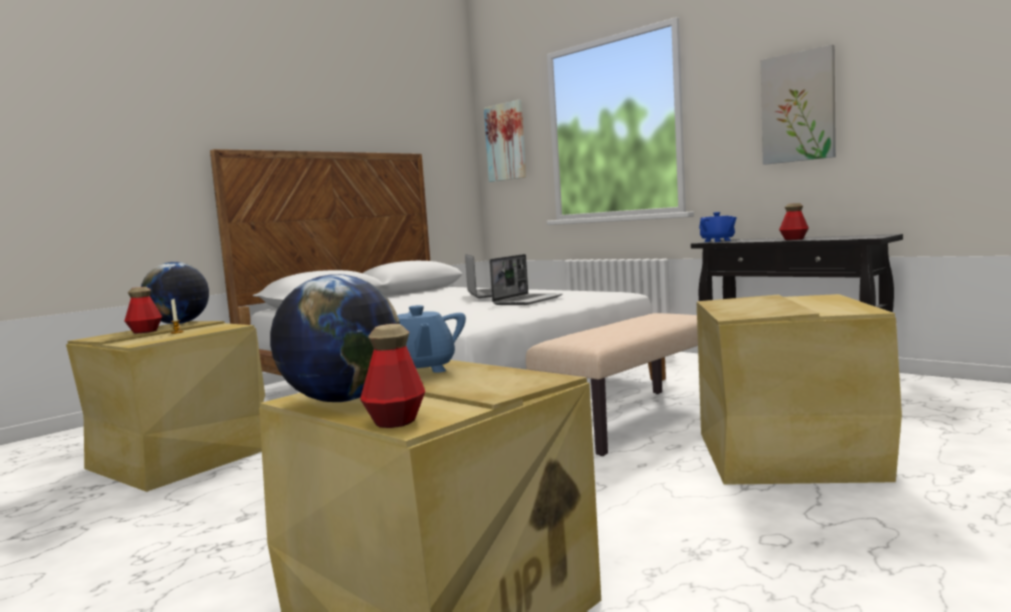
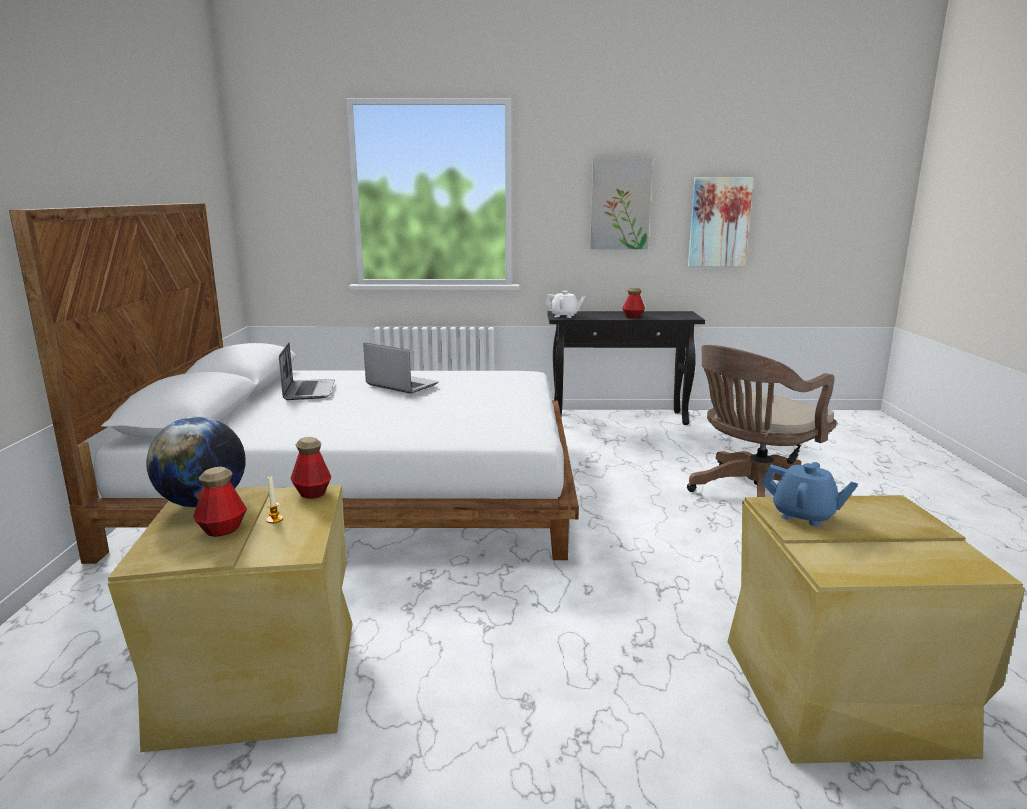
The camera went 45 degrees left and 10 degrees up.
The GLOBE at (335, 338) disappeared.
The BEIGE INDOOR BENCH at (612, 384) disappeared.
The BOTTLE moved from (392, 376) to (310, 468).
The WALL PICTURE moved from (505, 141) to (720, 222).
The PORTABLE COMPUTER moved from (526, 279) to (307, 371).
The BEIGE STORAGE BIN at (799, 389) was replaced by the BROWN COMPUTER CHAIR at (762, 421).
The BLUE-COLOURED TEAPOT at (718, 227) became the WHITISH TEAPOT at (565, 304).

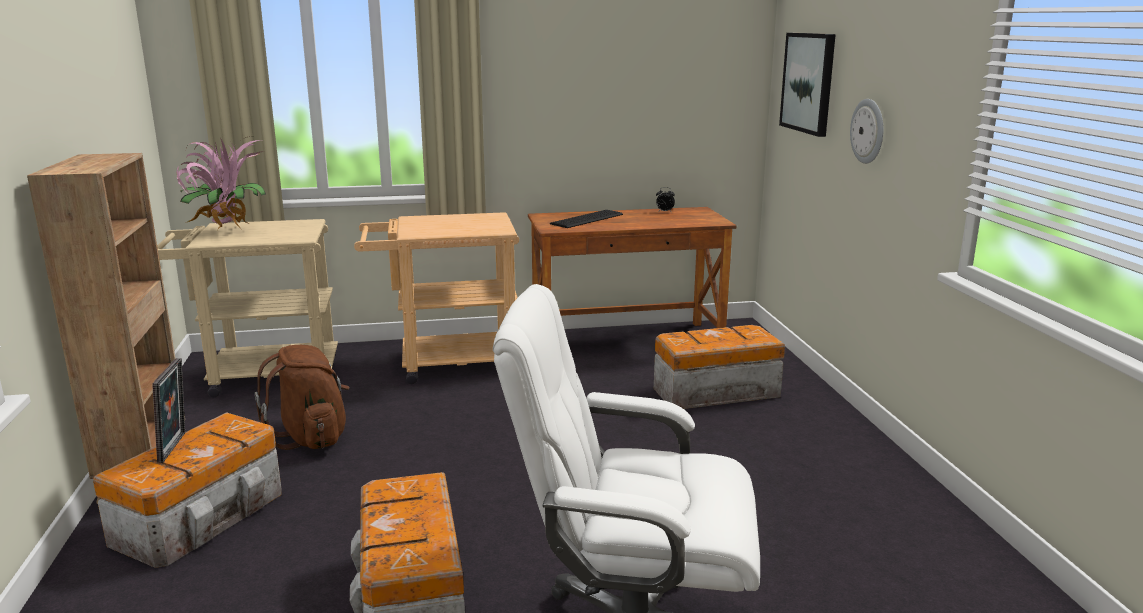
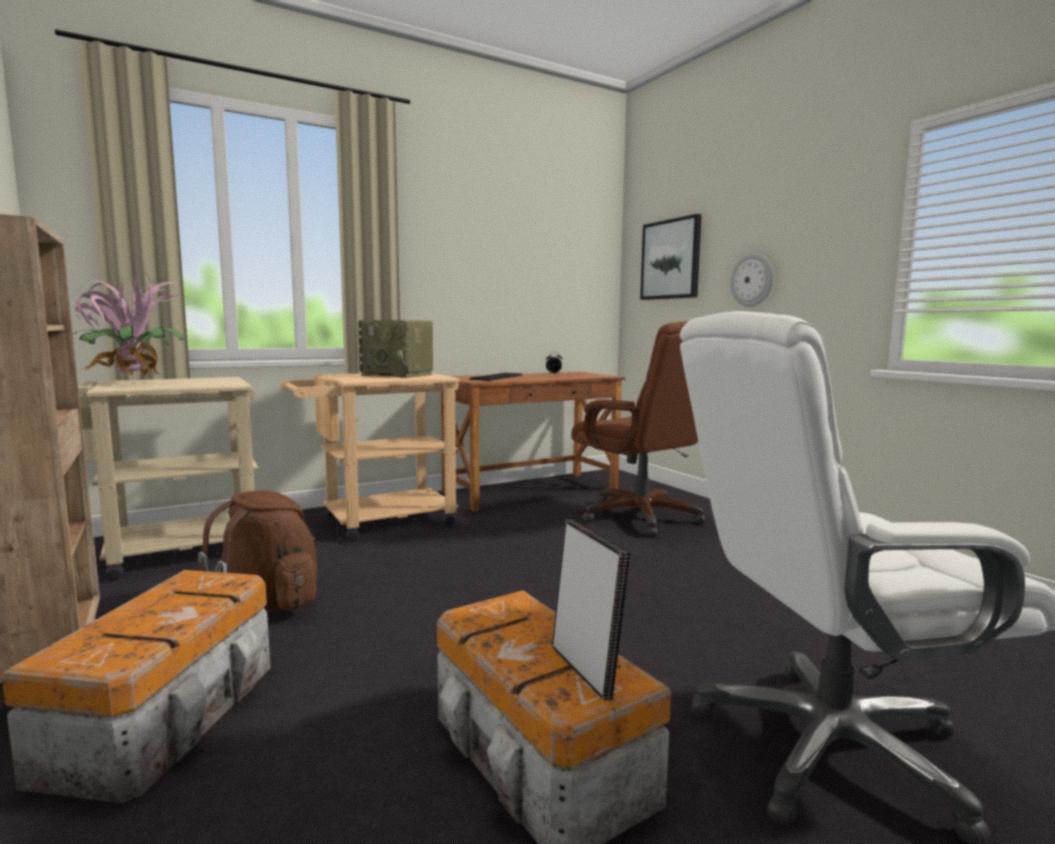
The camera went 20 degrees left and 10 degrees down.
The RADIO RECEIVER at (395, 349) appeared.
The STANDING FRAME moved from (168, 410) to (591, 610).
The STORAGE BIN at (719, 367) was replaced by the BROWN COMPUTER CHAIR at (638, 428).

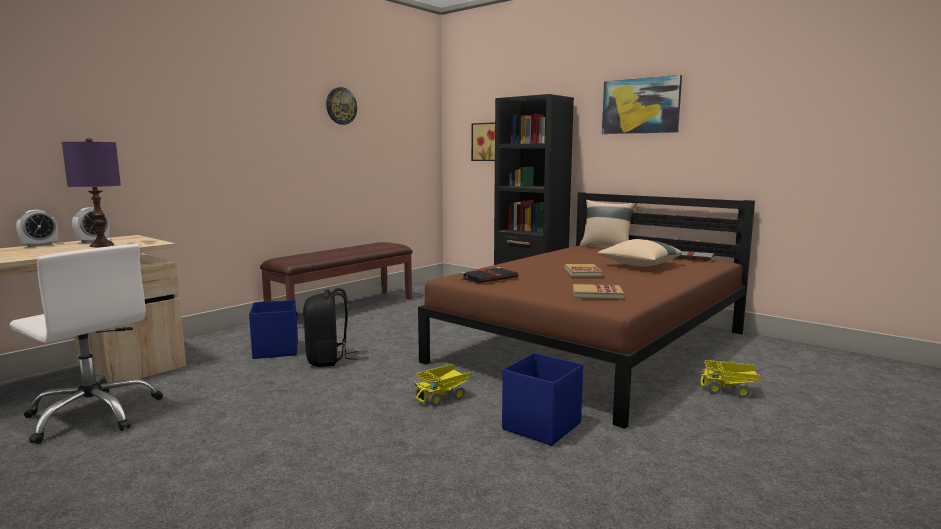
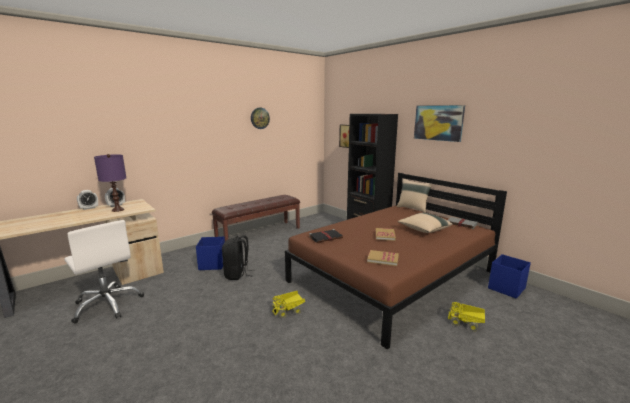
The camera went 10 degrees right and 5 degrees up.
The BLUE-COLOURED STORAGE BIN moved from (542, 399) to (509, 276).

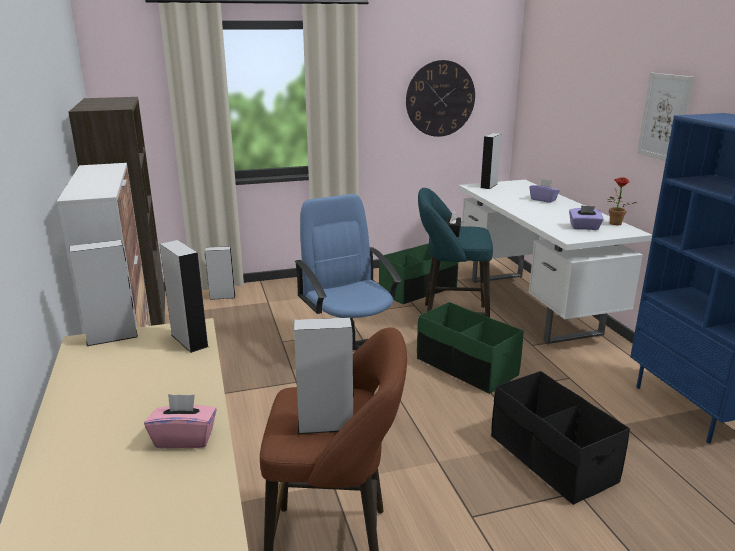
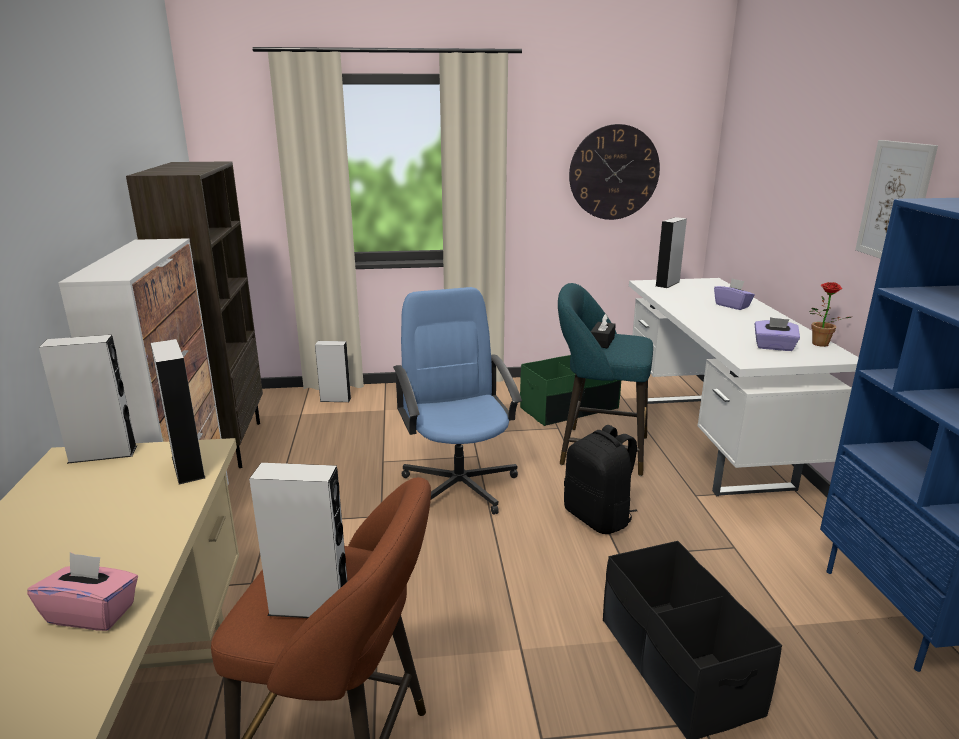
The camera went 10 degrees right and 0 degrees up.
The GREEN STORAGE BIN at (470, 348) was replaced by the BLACK-COLOURED RUCKSACK at (600, 479).

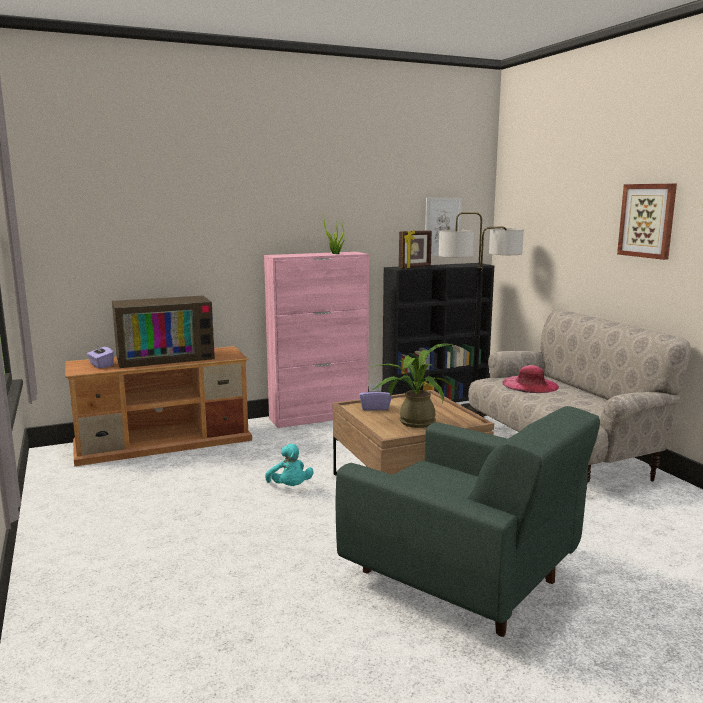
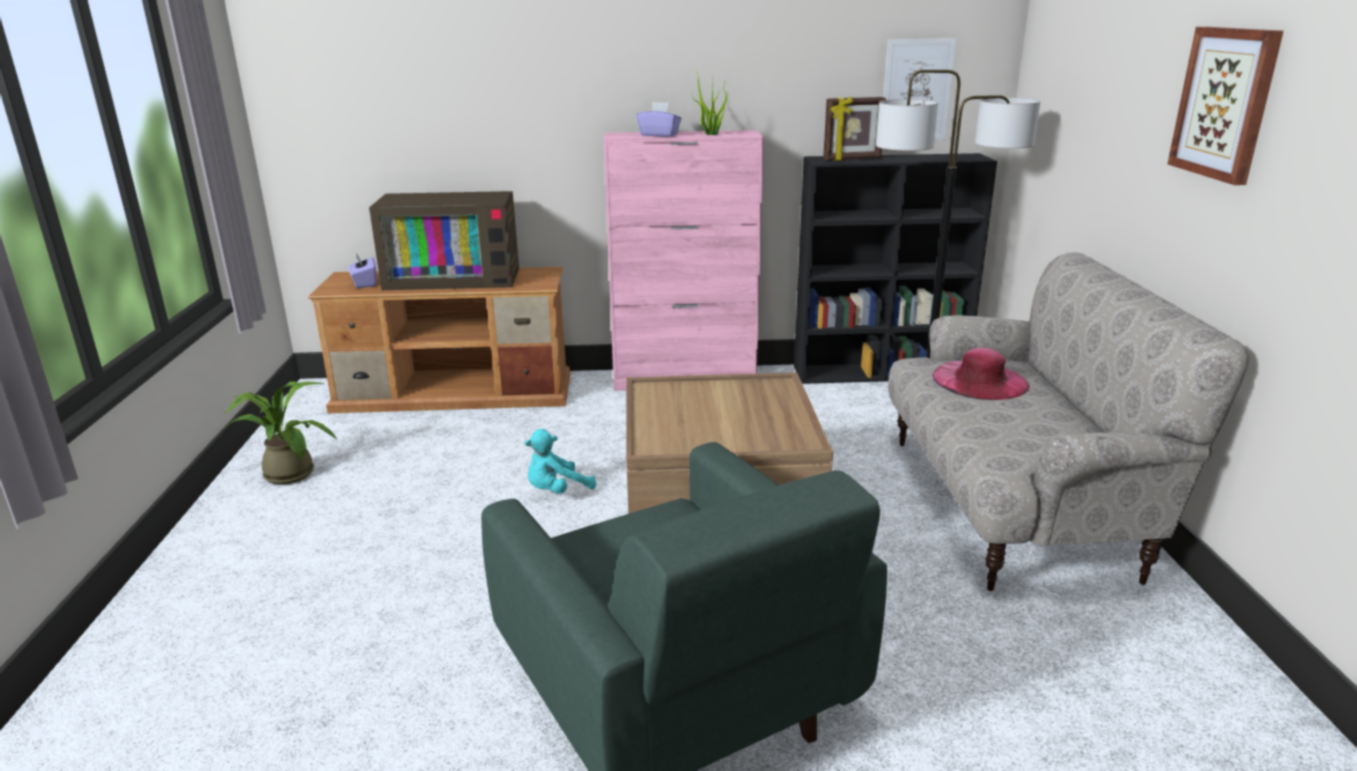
The camera went 20 degrees right and 10 degrees up.
The PURPLE-COLOURED TISSUE BOX moved from (375, 396) to (659, 119).
The POTTED PLANT moved from (414, 385) to (280, 433).
The TURQUOISE-COLOURED SOFT TOY at (289, 465) turned 60 degrees clockwise.

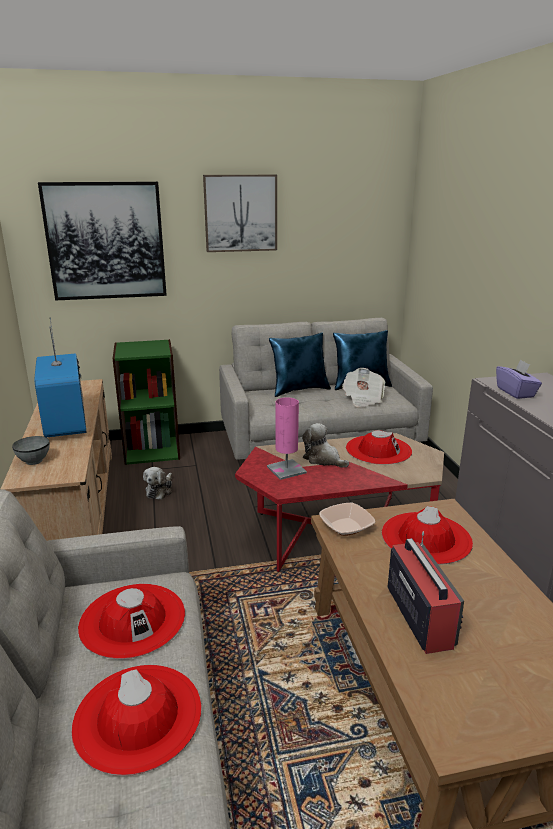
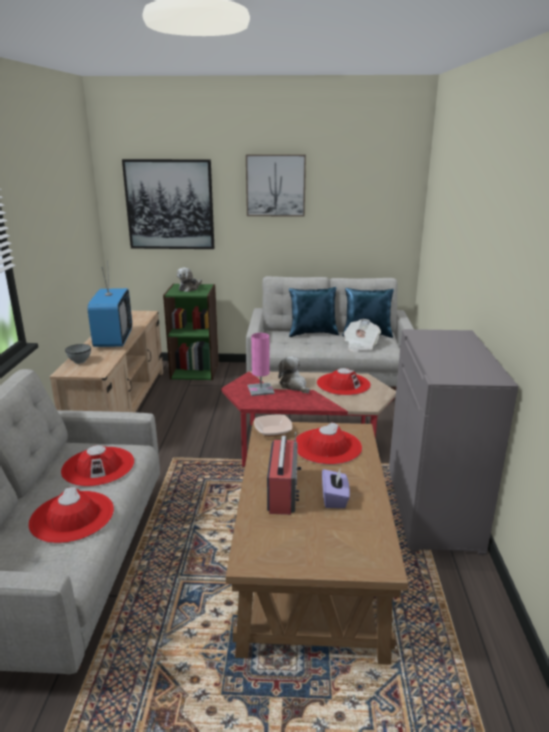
The camera went 15 degrees right and 0 degrees up.
The SOFT TOY moved from (157, 483) to (189, 279).
The PURPLE-COLOURED TISSUE BOX moved from (519, 379) to (336, 488).

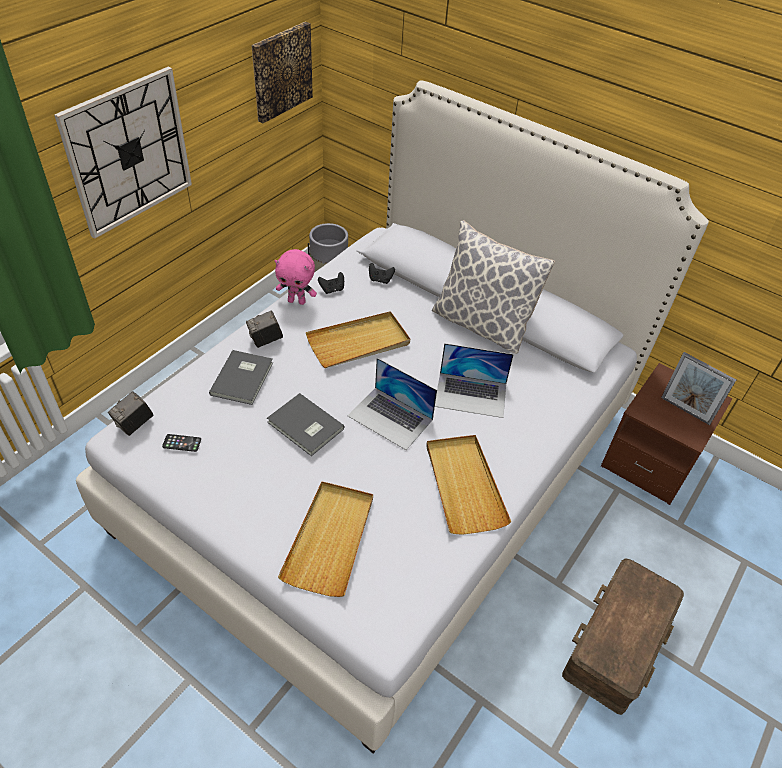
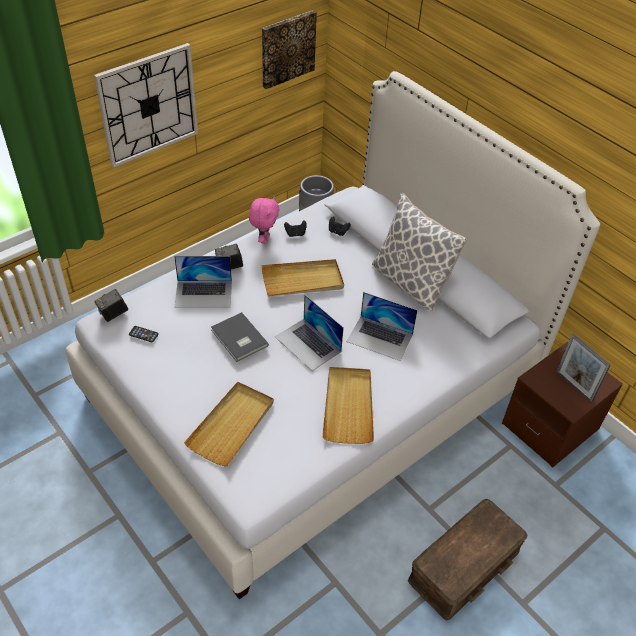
The camera went 15 degrees right and 0 degrees up.
The GRAY BOOK at (241, 377) was replaced by the PORTABLE COMPUTER at (203, 282).
The PINKISH SOFT TOY at (296, 277) turned 105 degrees counterclockwise.

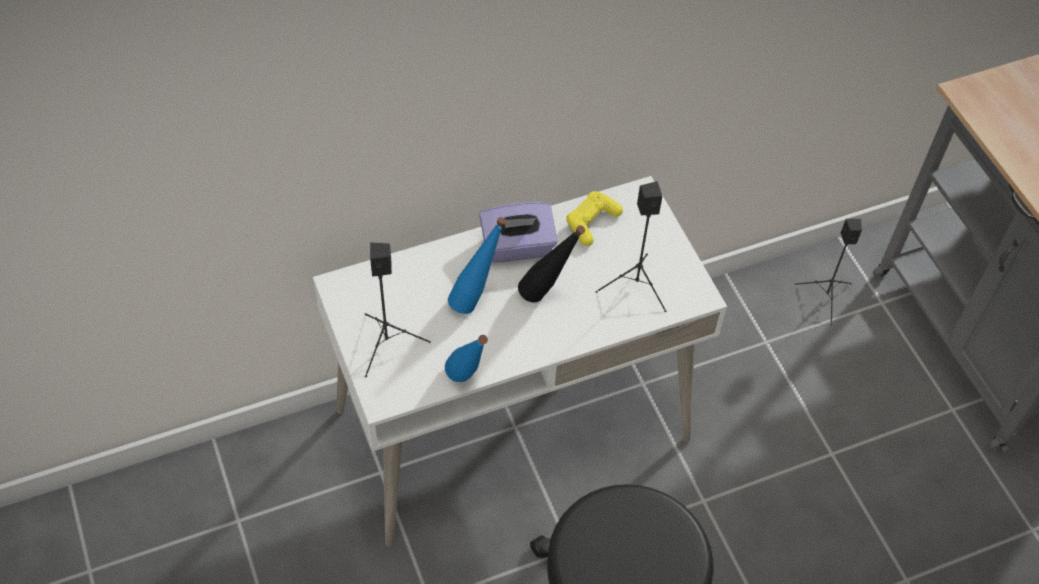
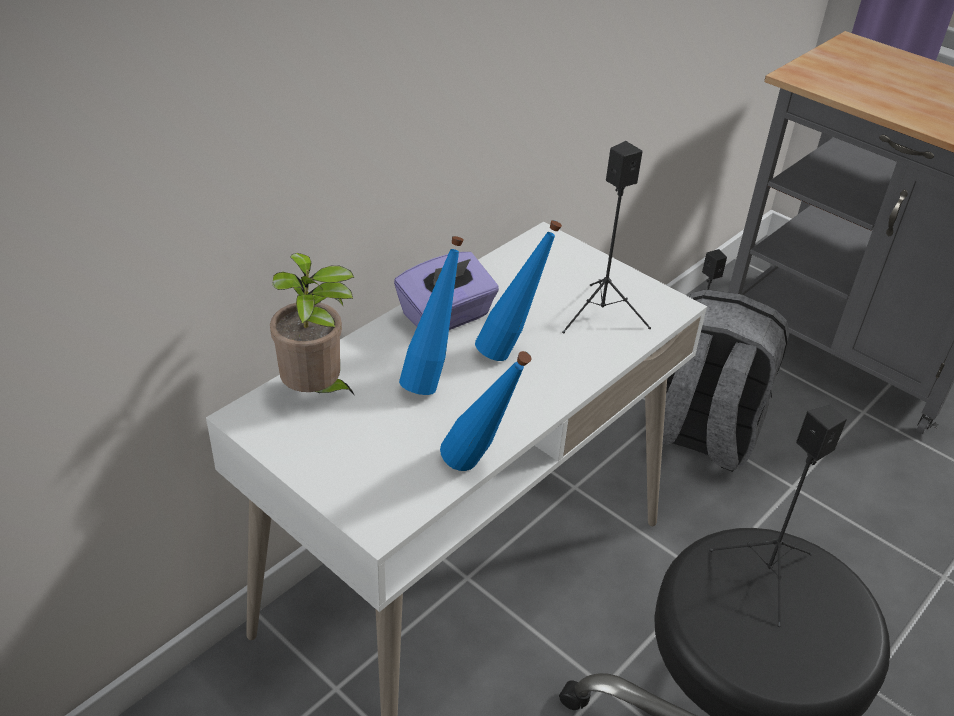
The camera went 25 degrees left and 15 degrees down.
The YELLOW-COLOURED GAMEPAD at (594, 218) disappeared.
The POTTED PLANT at (313, 325) appeared.
The GRAY RUCKSACK at (726, 380) appeared.
The BLACK-COLOURED LOUDSPEAKER moved from (398, 309) to (778, 516).
The BLACK-COLOURED BOTTLE at (551, 264) became the BLUE-COLOURED BOTTLE at (518, 290).

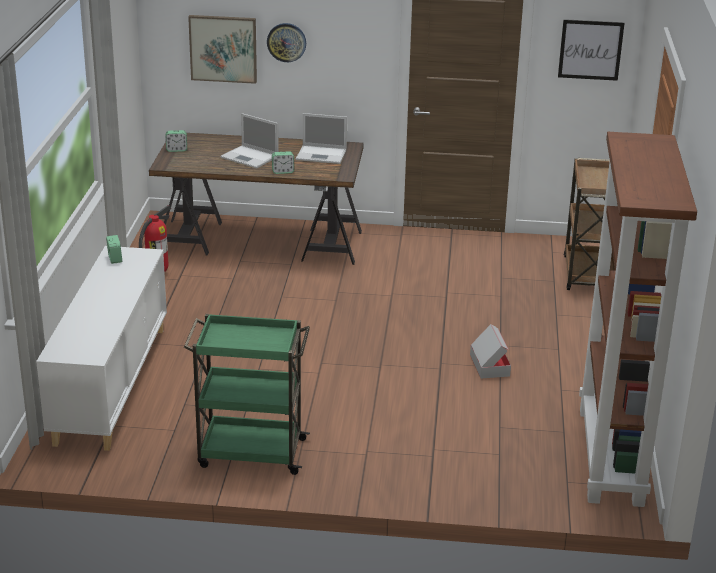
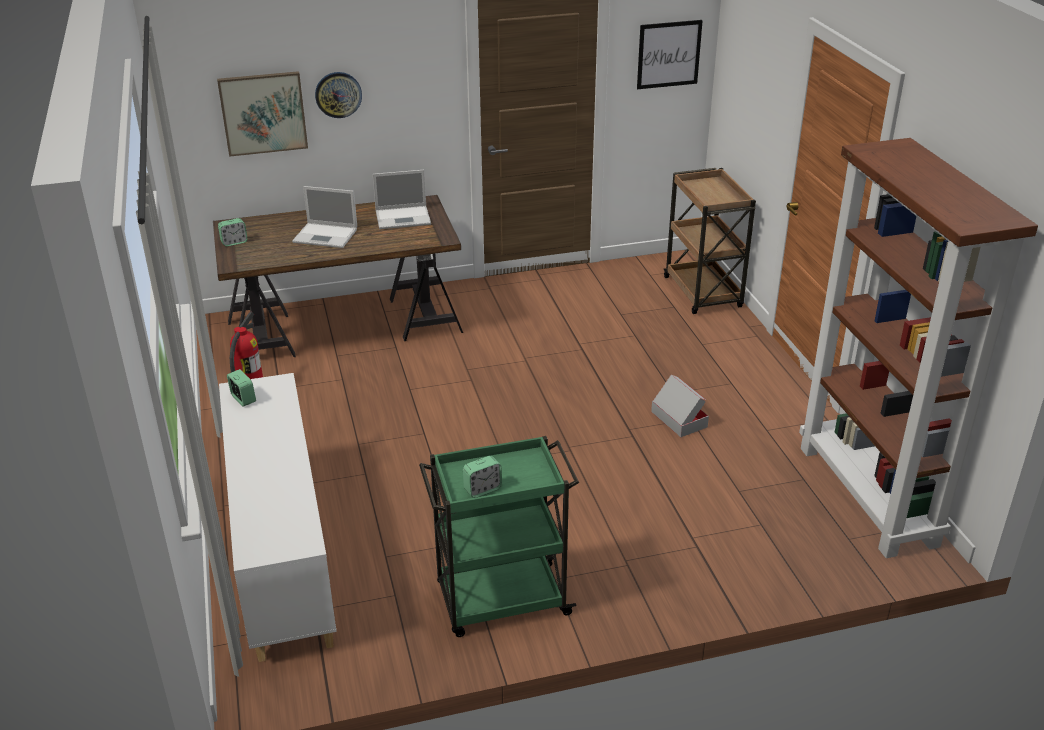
The camera went 20 degrees left and 5 degrees up.
The BEDSIDE CLOCK moved from (283, 162) to (482, 477).

